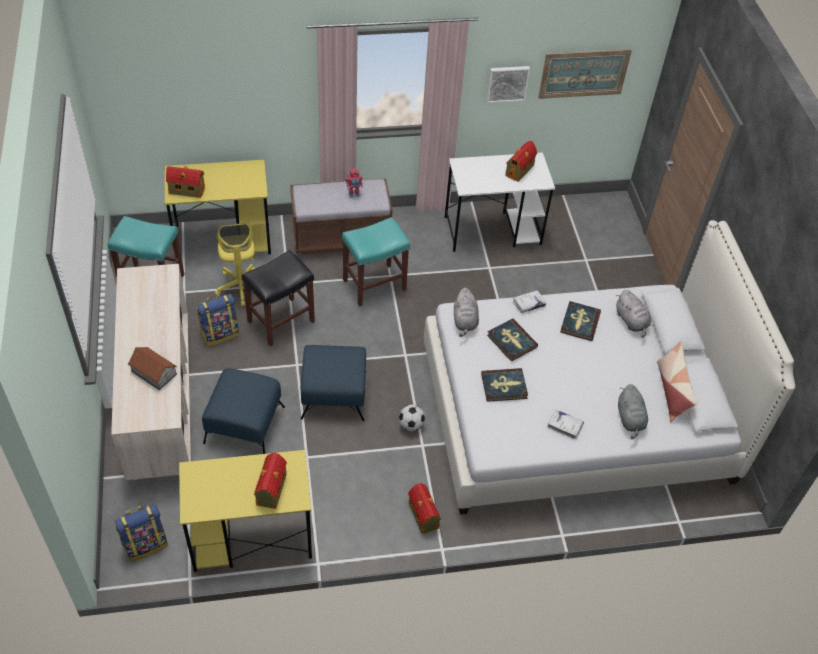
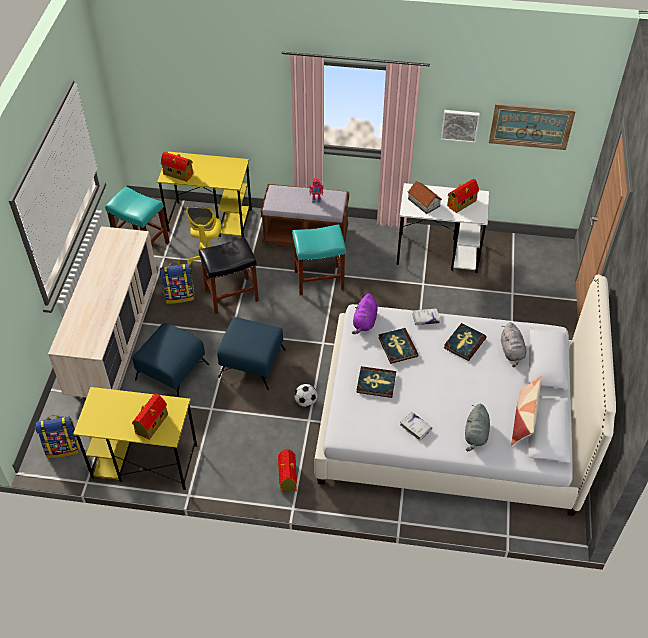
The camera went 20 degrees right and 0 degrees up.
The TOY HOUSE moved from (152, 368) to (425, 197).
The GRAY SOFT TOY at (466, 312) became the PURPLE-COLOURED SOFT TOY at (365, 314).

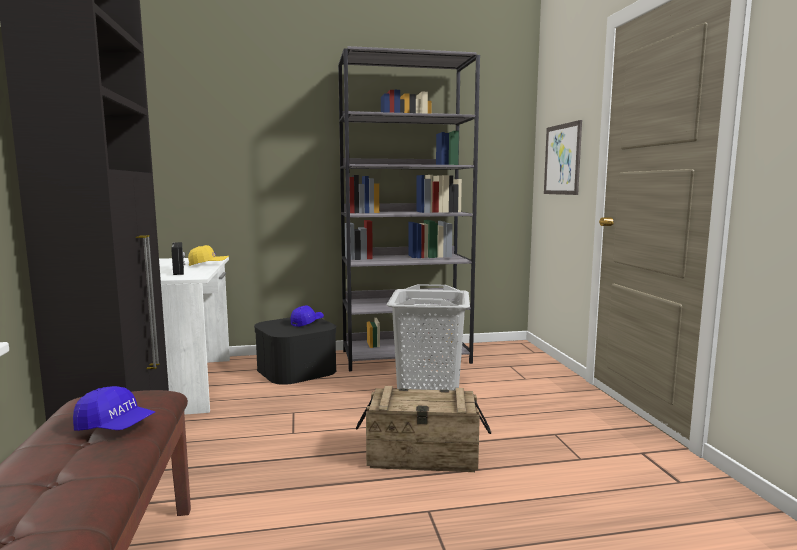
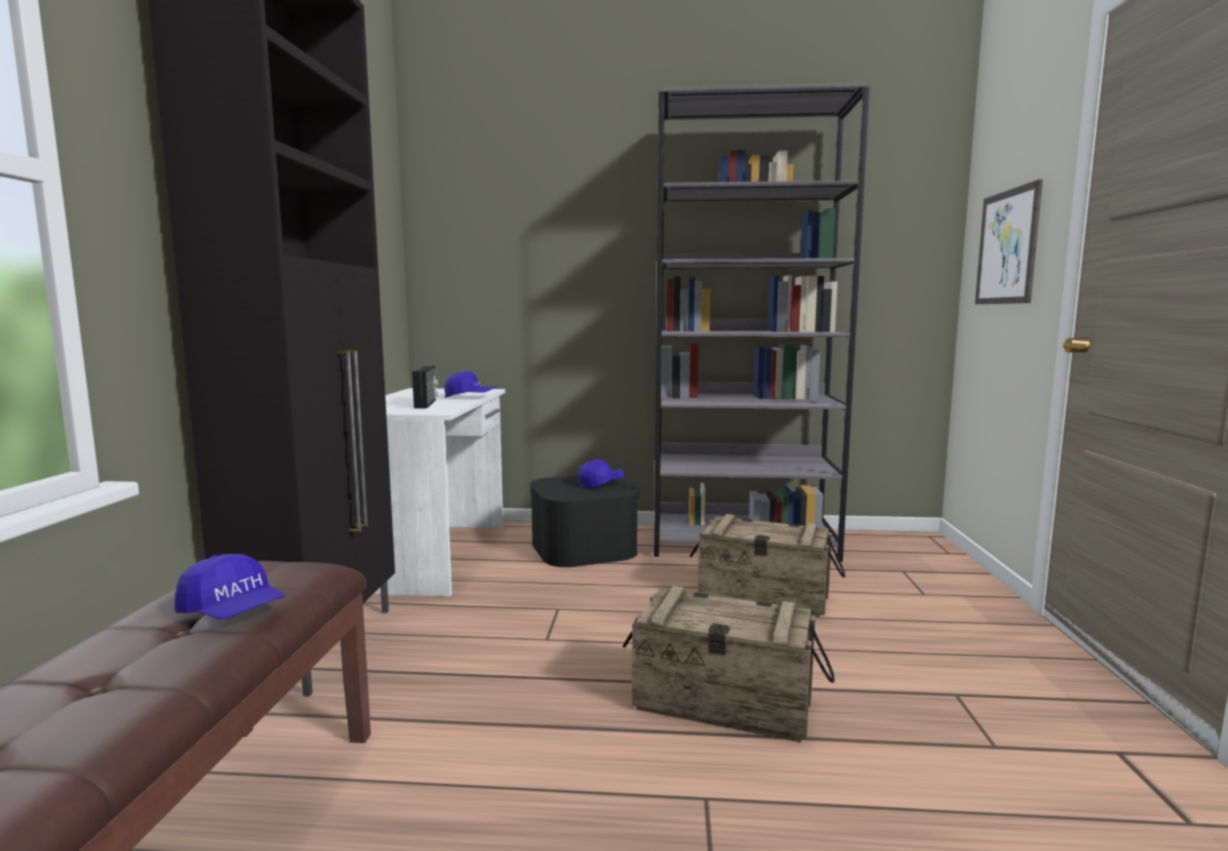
The camera went 15 degrees right and 0 degrees up.
The GRAY LAUNDRY BASKET at (428, 337) was replaced by the SHIPPING CRATE at (767, 565).
The YELLOW-COLOURED PEAKED CAP at (208, 255) became the BLUE-COLOURED PEAKED CAP at (471, 384).

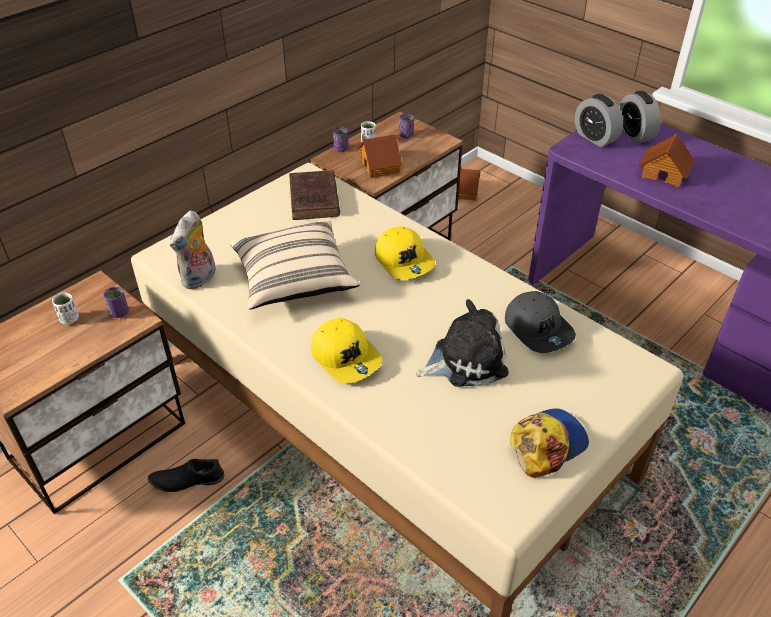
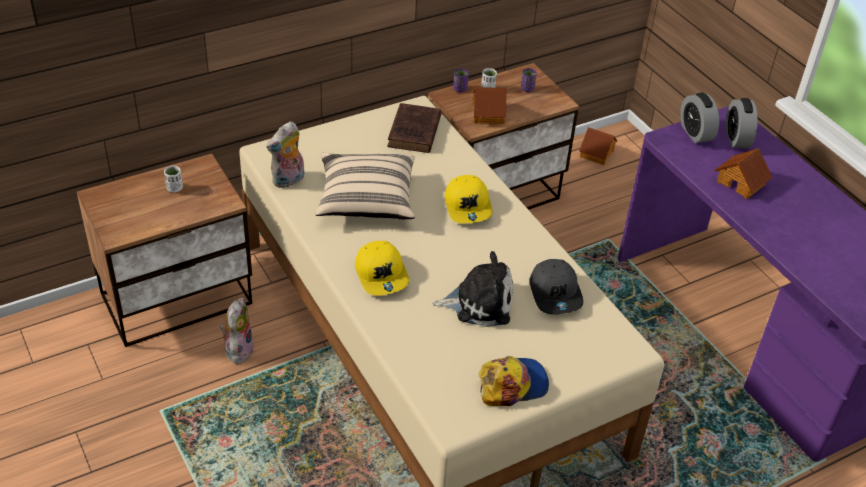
The camera went 15 degrees right and 0 degrees up.
The PURPLE-COLOURED SMALL CUP at (116, 302) disappeared.
The BLACK-COLOURED ITEM OF FOOTWEAR at (186, 475) was replaced by the SOFT TOY at (237, 331).

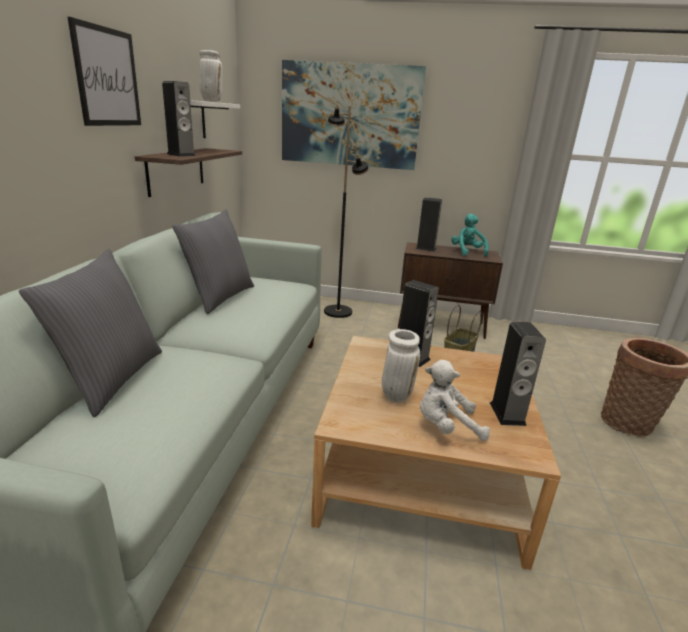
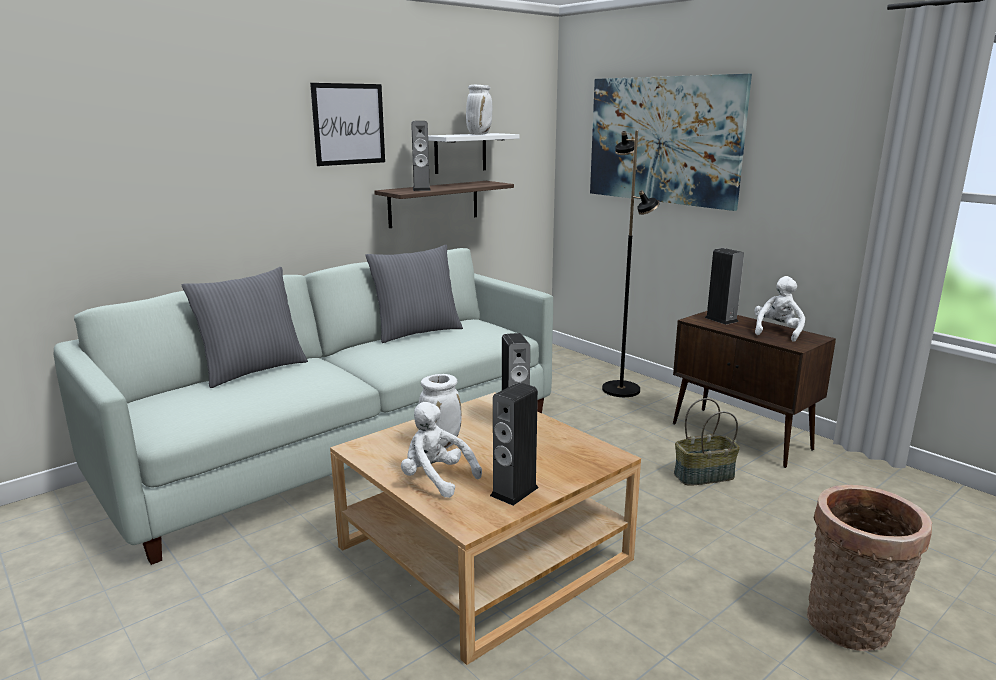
The camera went 40 degrees right and 5 degrees down.
The TURQUOISE-COLOURED SOFT TOY at (470, 235) became the WHITISH SOFT TOY at (779, 309).

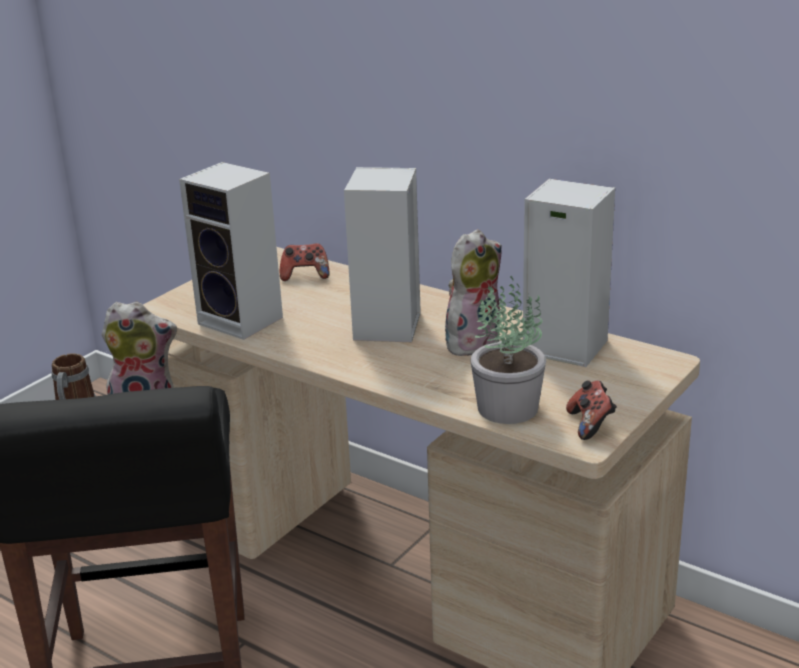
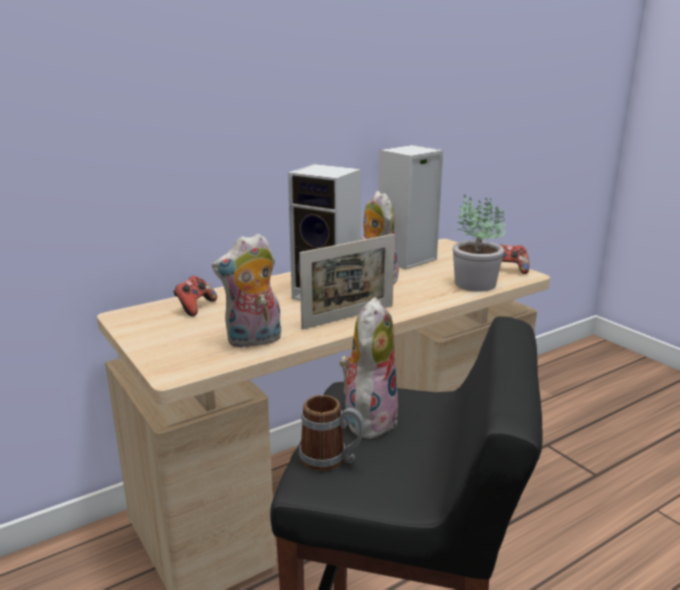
The camera went 70 degrees left and 5 degrees down.
The STANDING FRAME at (347, 282) appeared.
The LOUDSPEAKER at (231, 251) was replaced by the SOFT TOY at (246, 290).

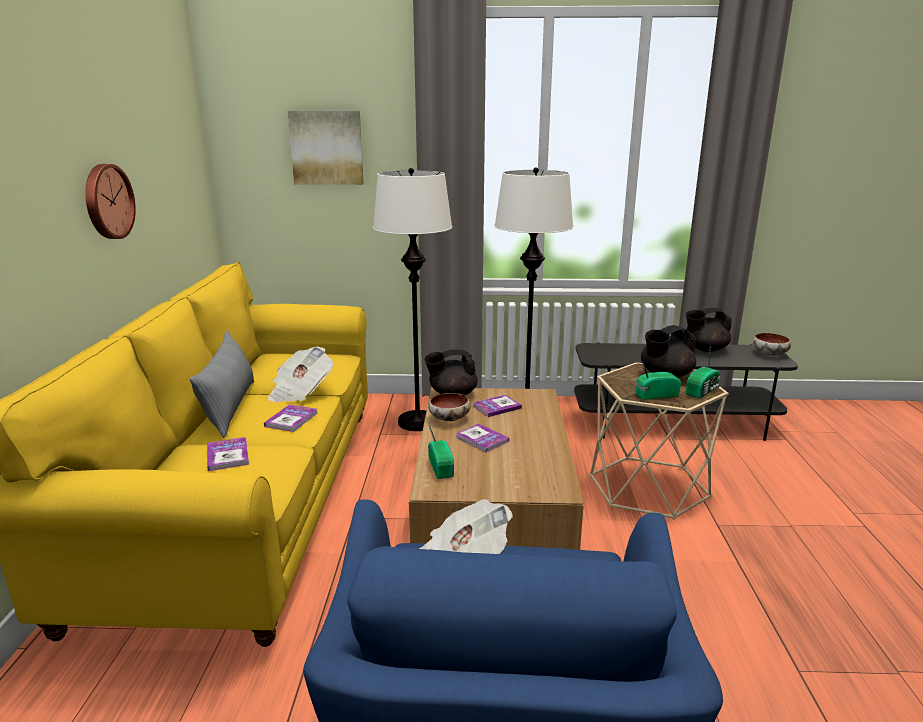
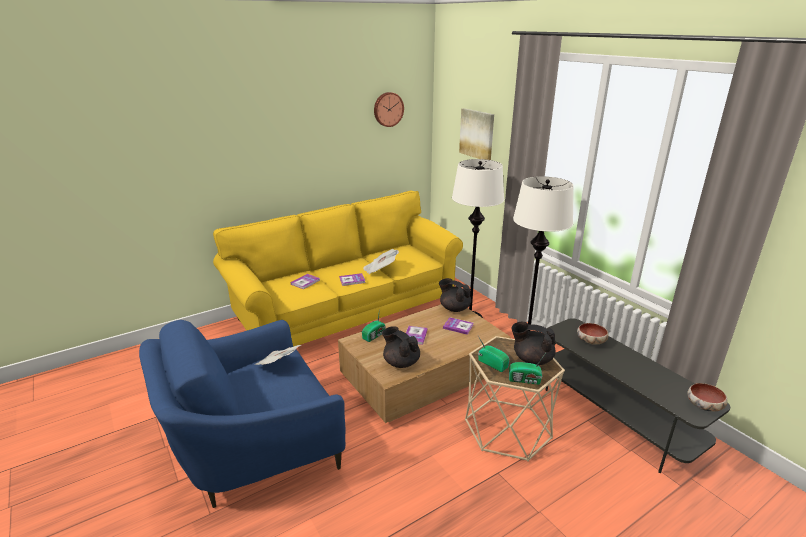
The camera went 55 degrees right and 5 degrees up.
The GRAY THROW PILLOW at (222, 384) disappeared.
The HANGING CLOCK moved from (110, 201) to (389, 109).
The BOWL moved from (449, 407) to (592, 334).
The BLACK-COLOURED TEAPOT moved from (709, 330) to (401, 347).

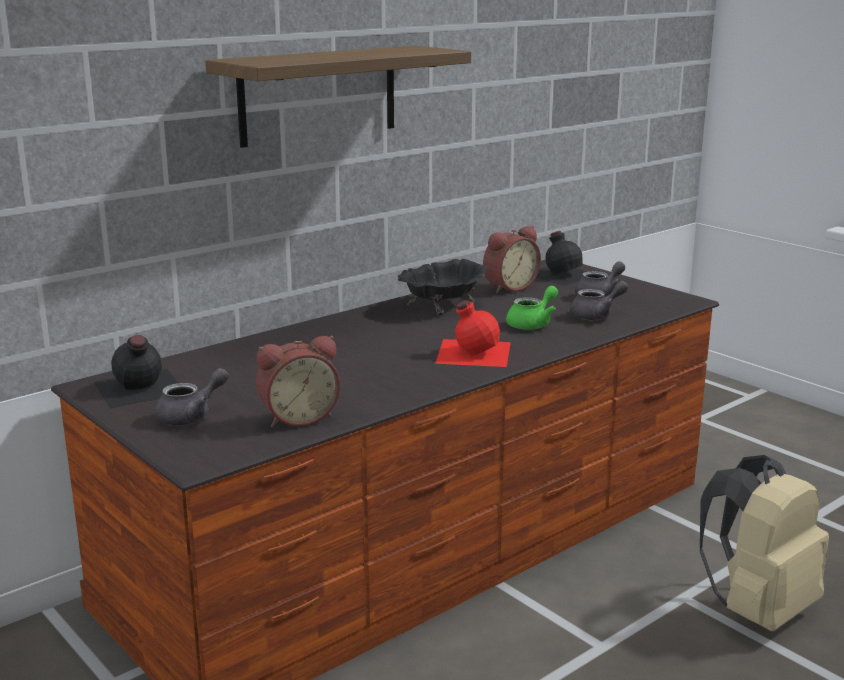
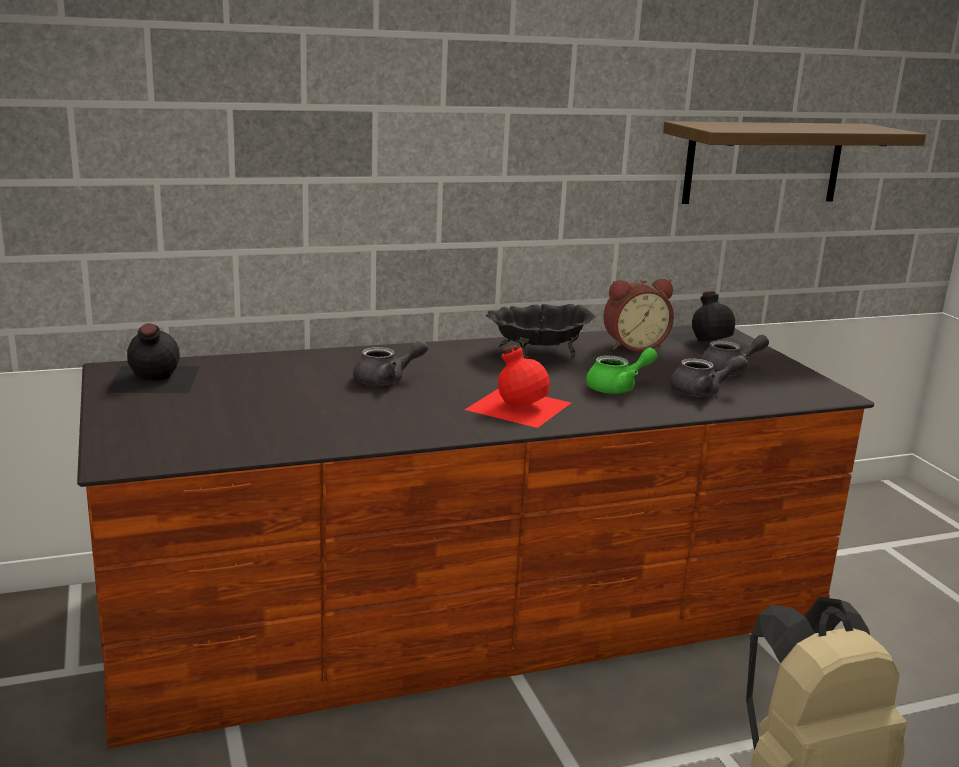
The camera went 20 degrees right and 0 degrees up.
The BEDSIDE CLOCK at (298, 381) disappeared.
The GRAY TEAPOT moved from (192, 397) to (390, 363).
The SHELF moved from (338, 97) to (794, 162).

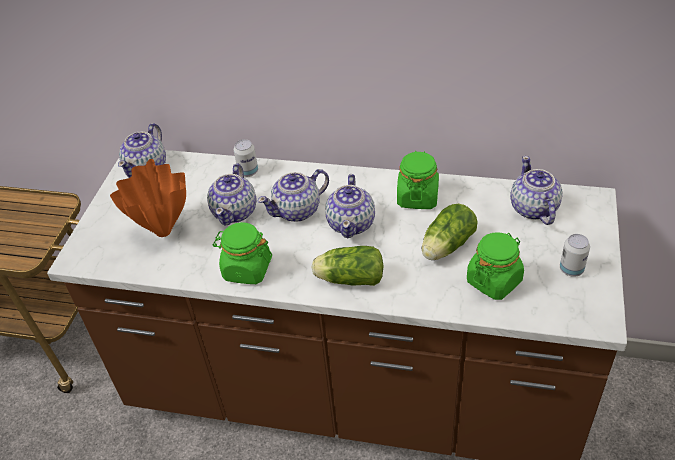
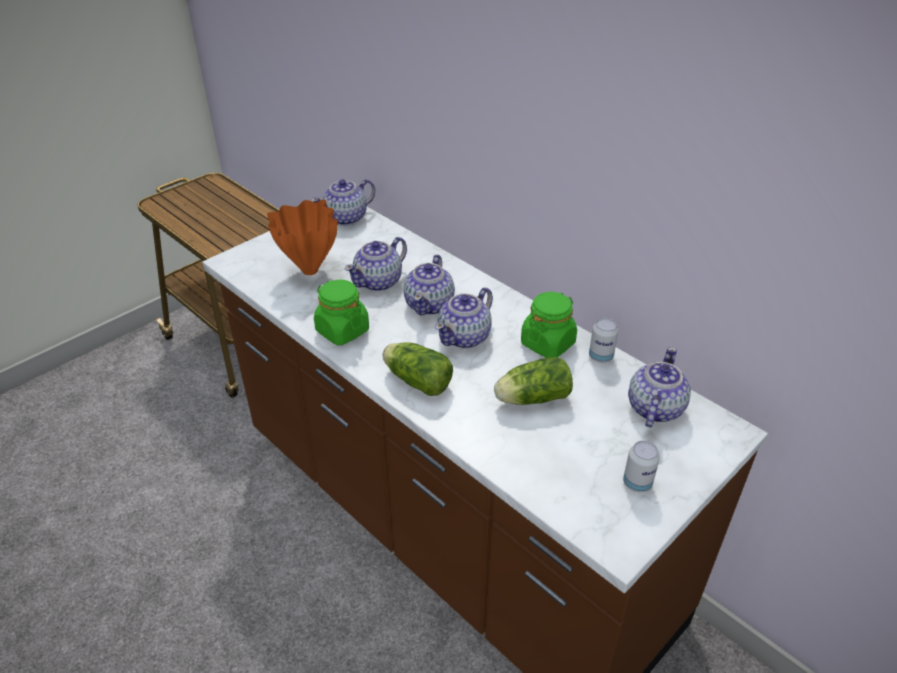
The camera went 30 degrees right and 5 degrees down.
The GREEN JAR at (495, 266) disappeared.
The CAN moved from (246, 158) to (603, 340).
The TEAPOT at (293, 195) turned 75 degrees counterclockwise.

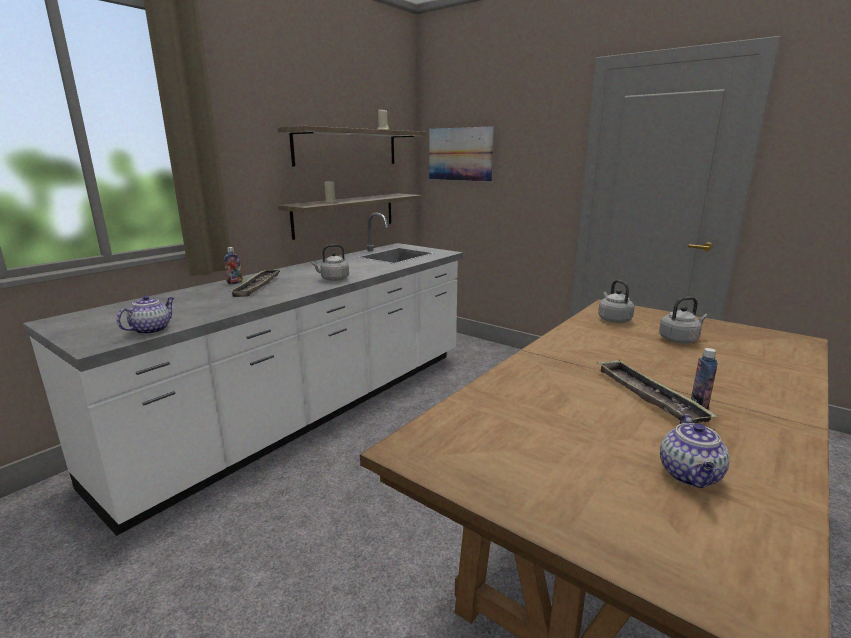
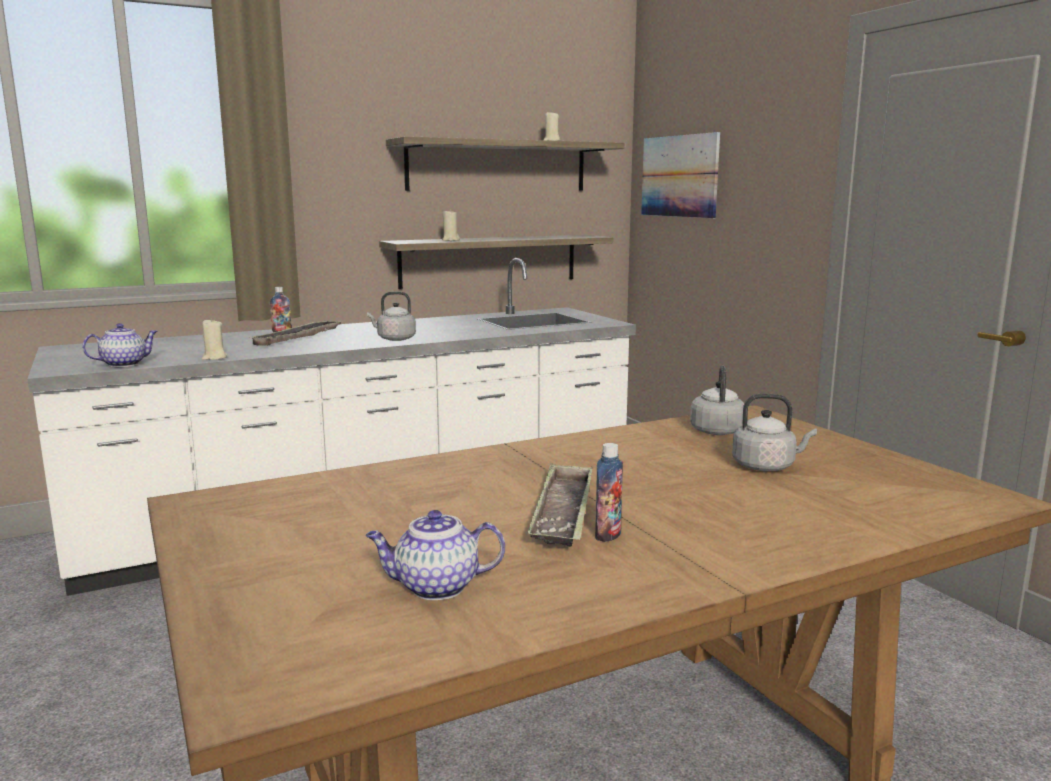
The camera went 25 degrees right and 5 degrees down.
The BEIGE WAX CANDLE at (214, 339) appeared.
The TEAPOT at (695, 451) turned 45 degrees clockwise.

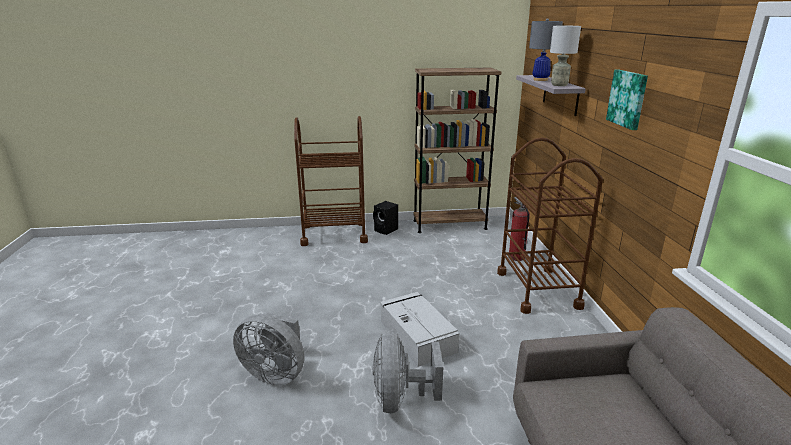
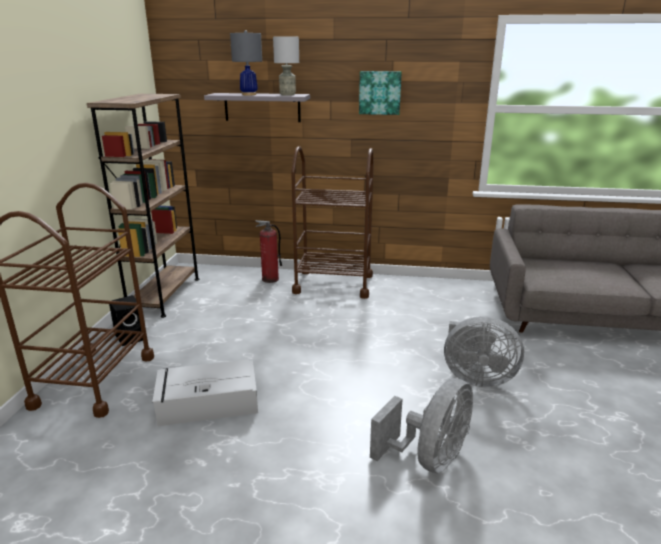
The camera went 75 degrees left and 0 degrees up.
The GRAY STORAGE BIN moved from (419, 329) to (205, 392).

